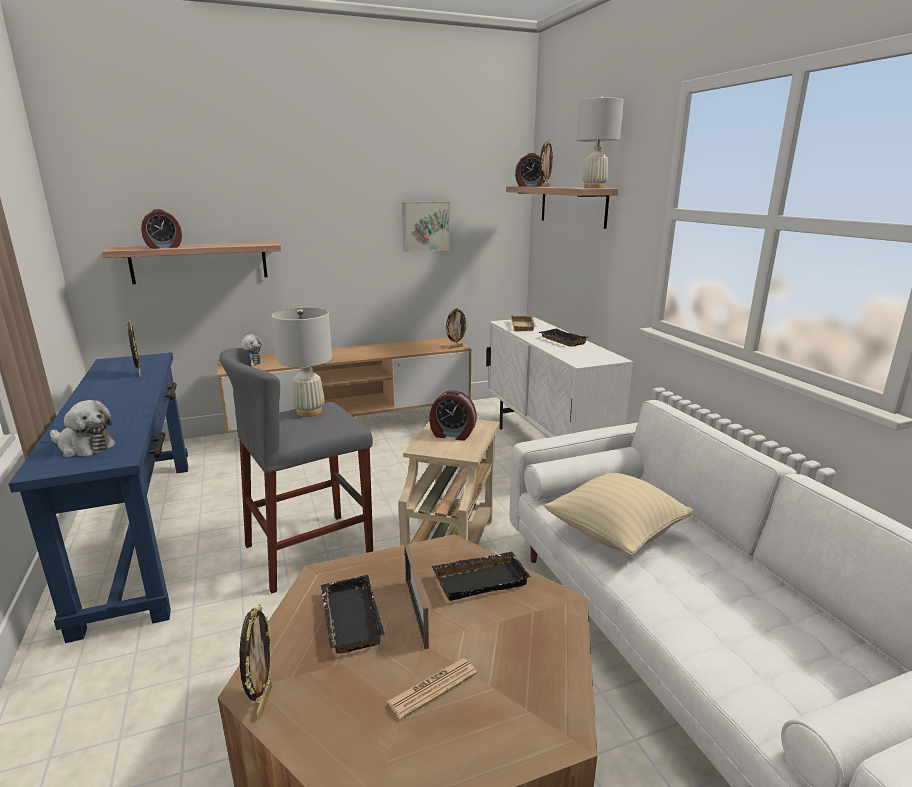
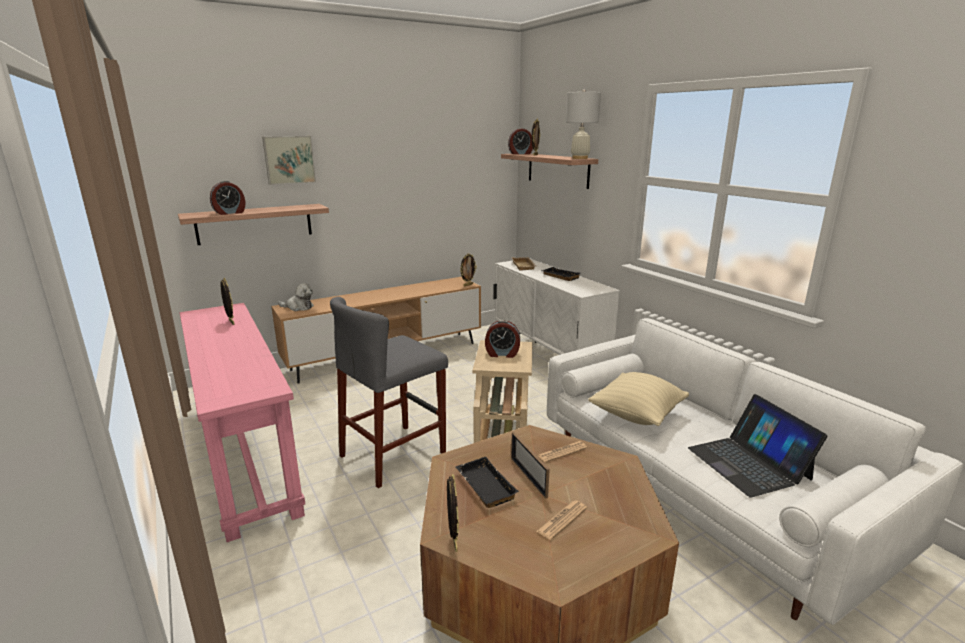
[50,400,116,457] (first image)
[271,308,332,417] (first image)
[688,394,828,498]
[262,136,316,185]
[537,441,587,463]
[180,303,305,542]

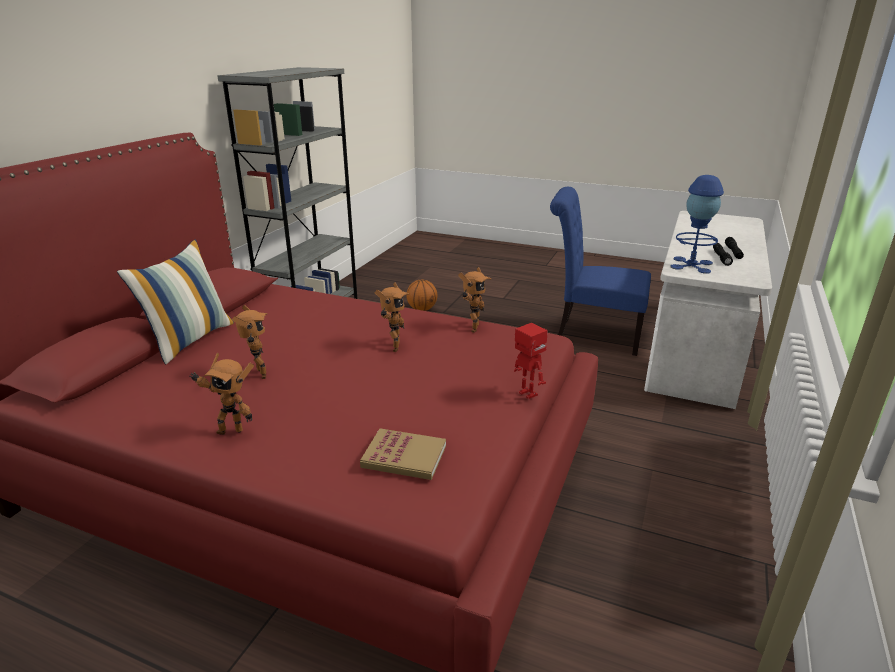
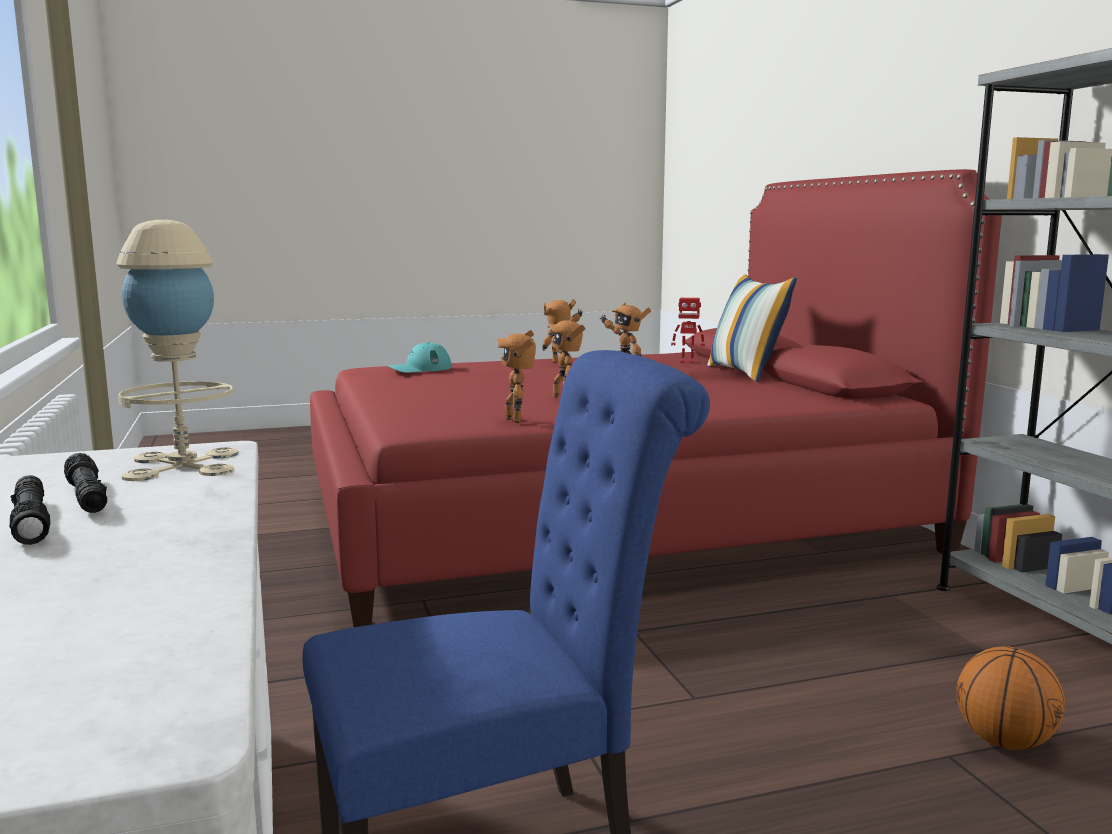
[671,298,705,364]
[388,342,451,373]
[116,220,239,481]

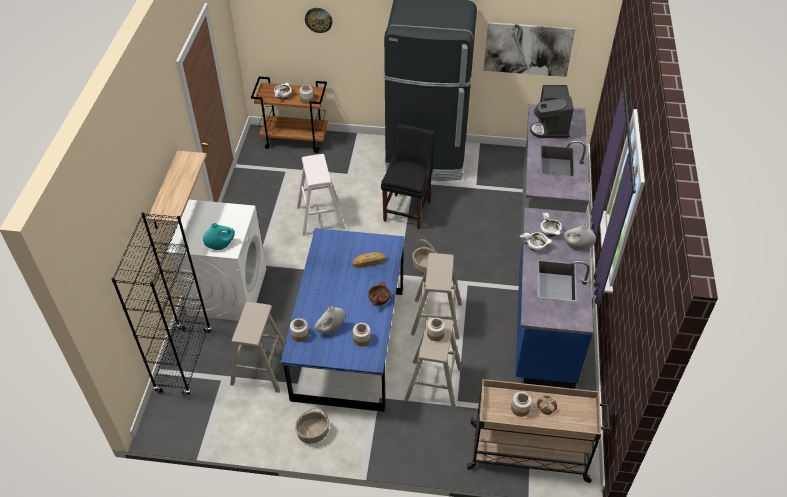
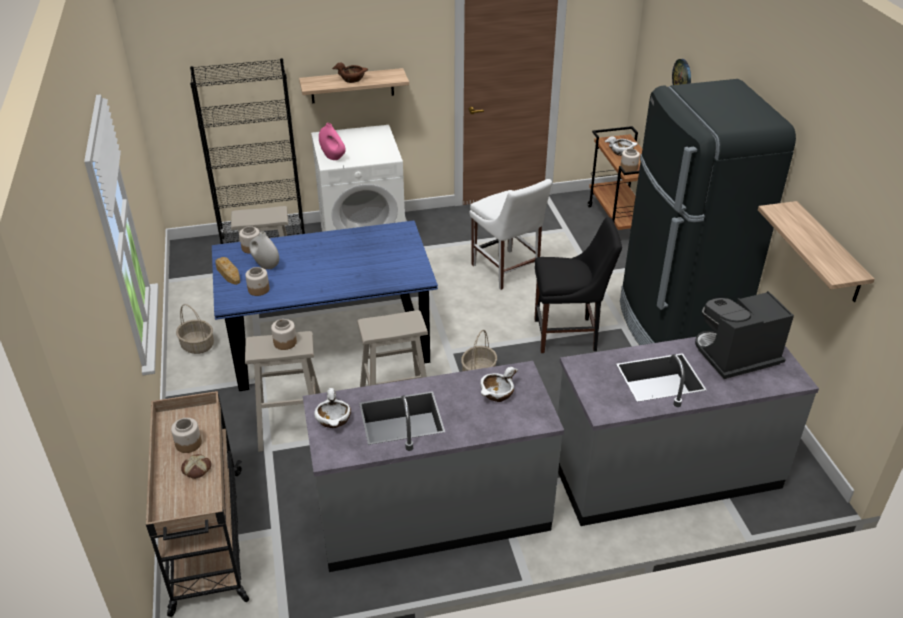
[563,224,596,251] (first image)
[215,257,240,285]
[332,63,368,83]
[314,388,351,428]
[469,179,552,290]
[758,201,875,302]
[319,123,346,160]
[303,361,564,572]

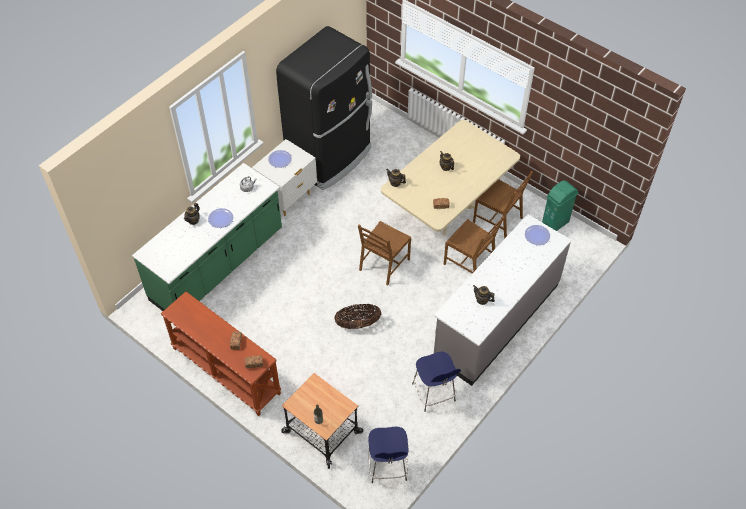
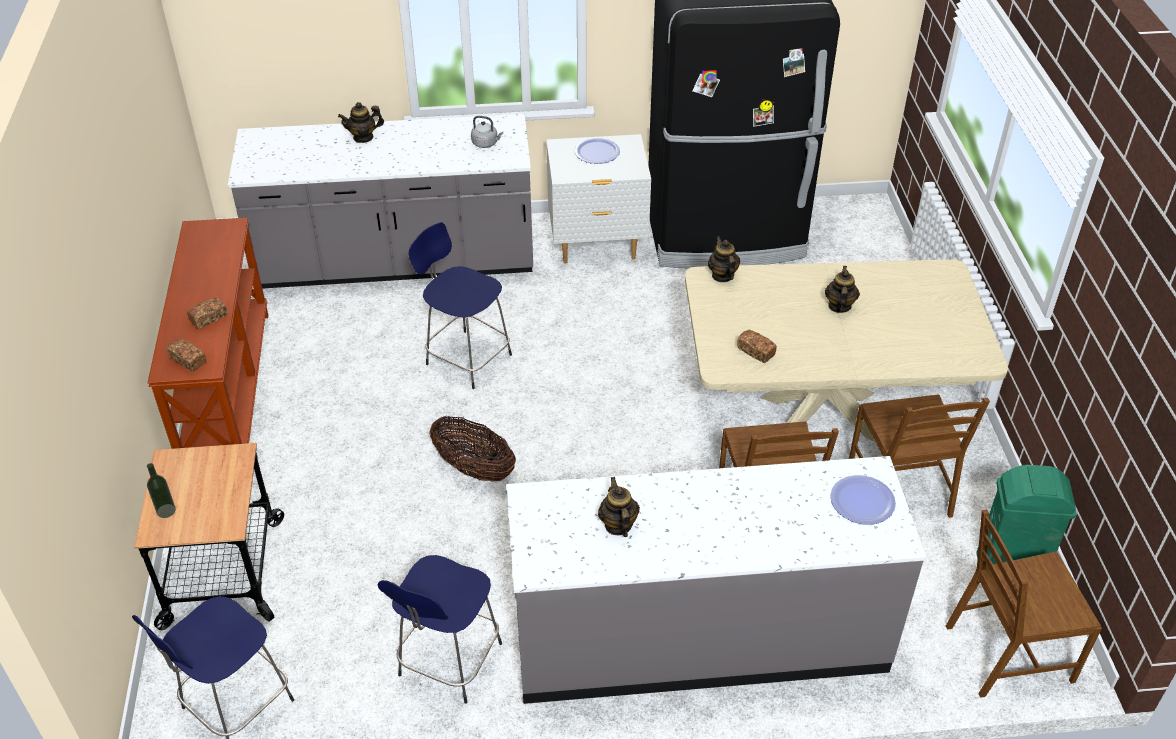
[208,208,233,228] (first image)
[409,222,512,389]
[946,509,1102,698]
[228,114,533,289]

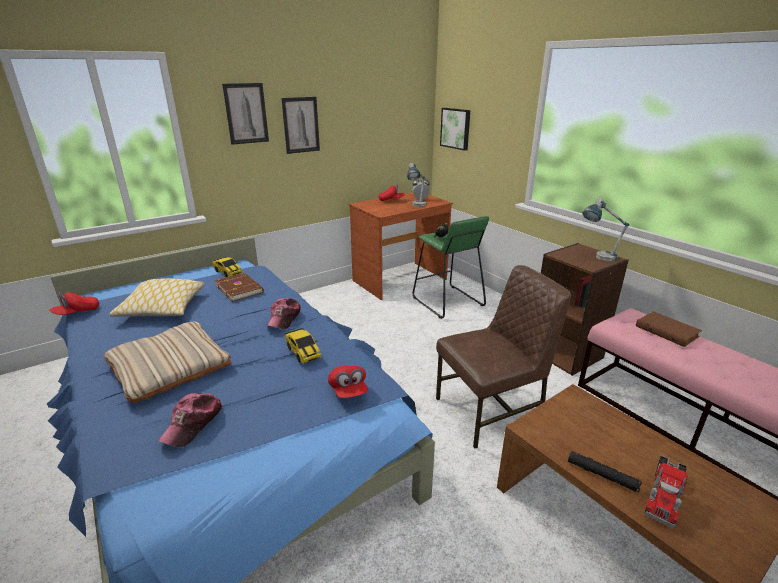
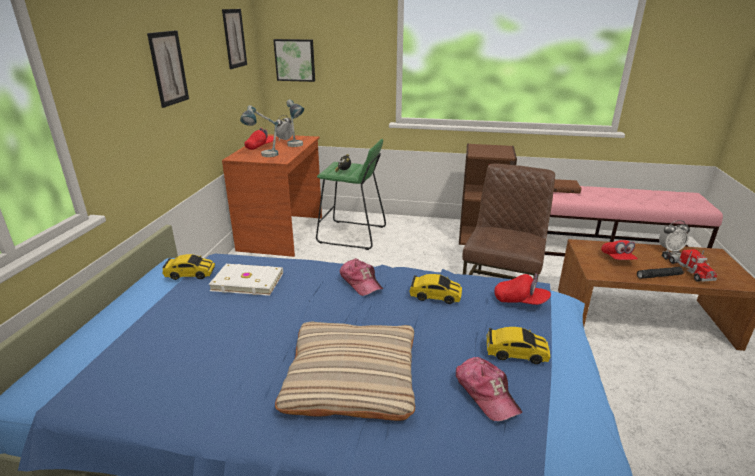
[109,278,205,317] (first image)
[487,327,550,364]
[659,220,690,251]
[601,240,638,260]
[222,9,247,69]
[240,105,278,157]
[209,264,283,296]

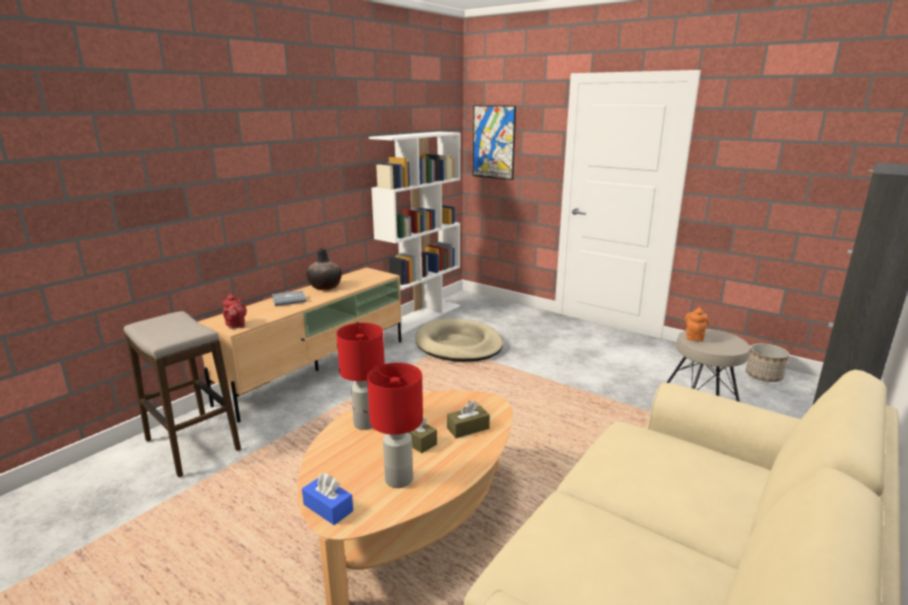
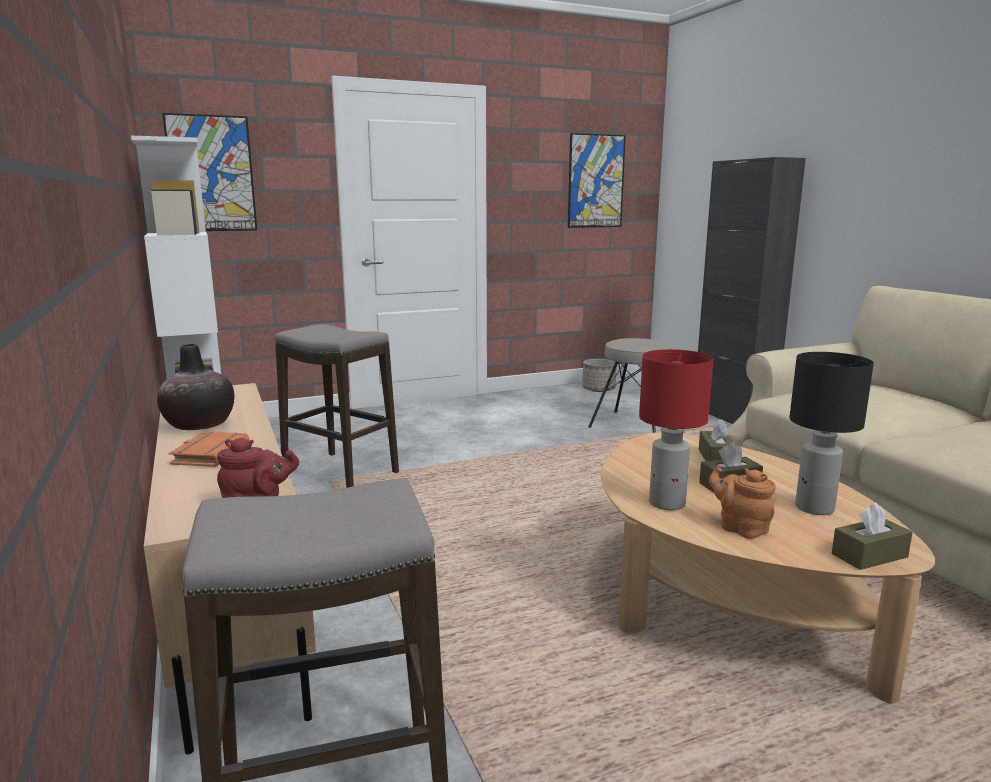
[568,133,626,228]
[709,467,776,539]
[275,324,399,488]
[168,431,250,467]
[832,503,913,570]
[790,352,874,515]

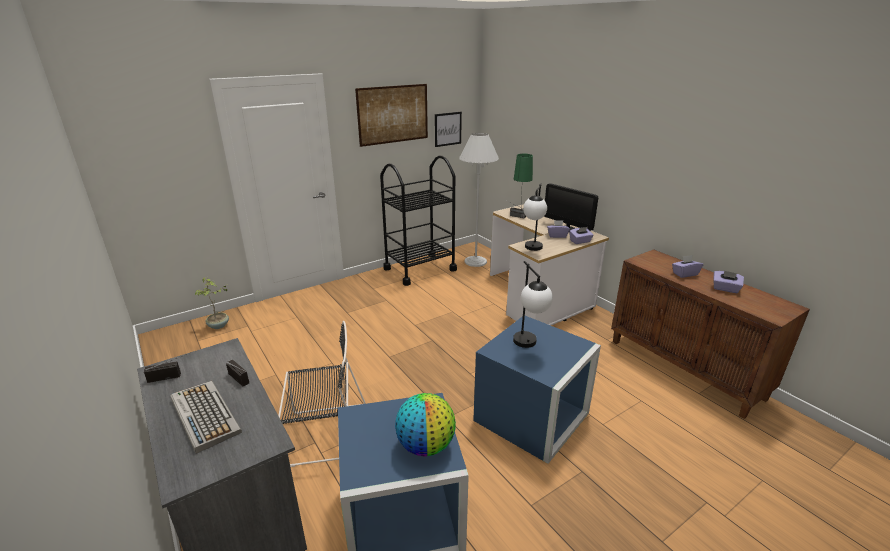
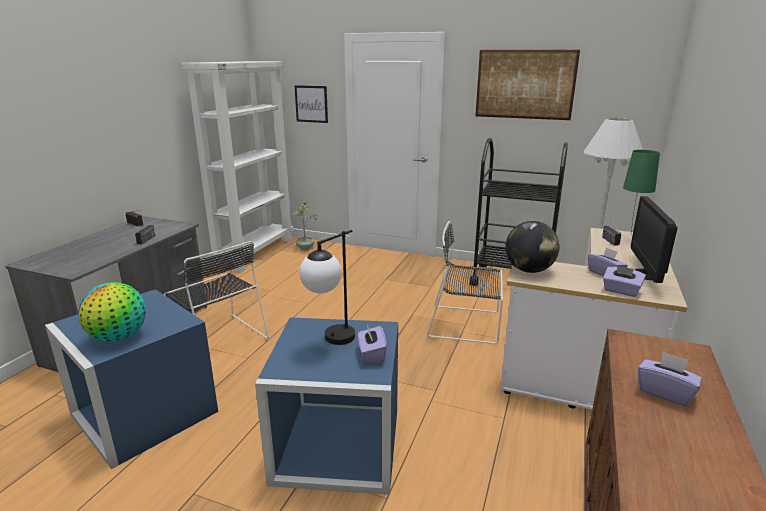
[170,381,242,454] (first image)
[180,61,294,272]
[427,221,503,345]
[294,85,328,123]
[358,324,387,364]
[505,221,559,273]

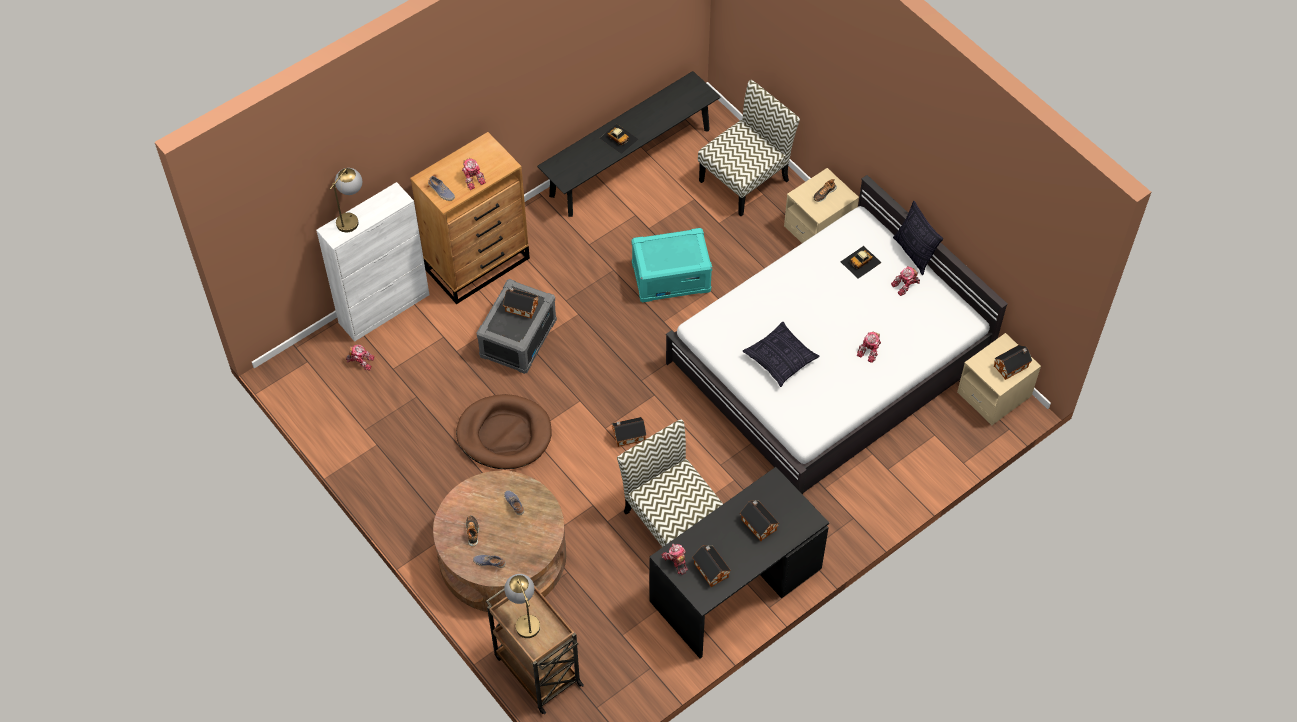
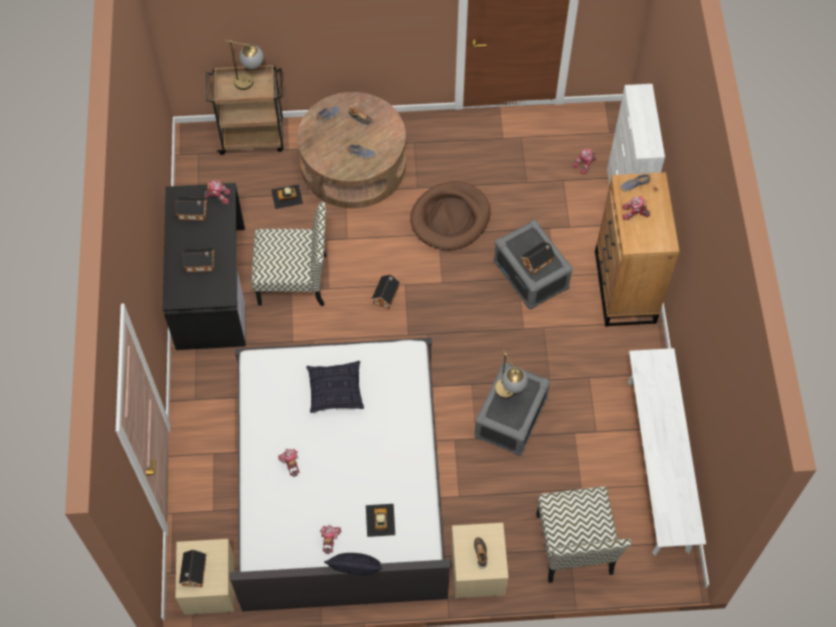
[495,349,528,399]
[271,184,303,209]
[628,348,706,556]
[474,362,550,456]

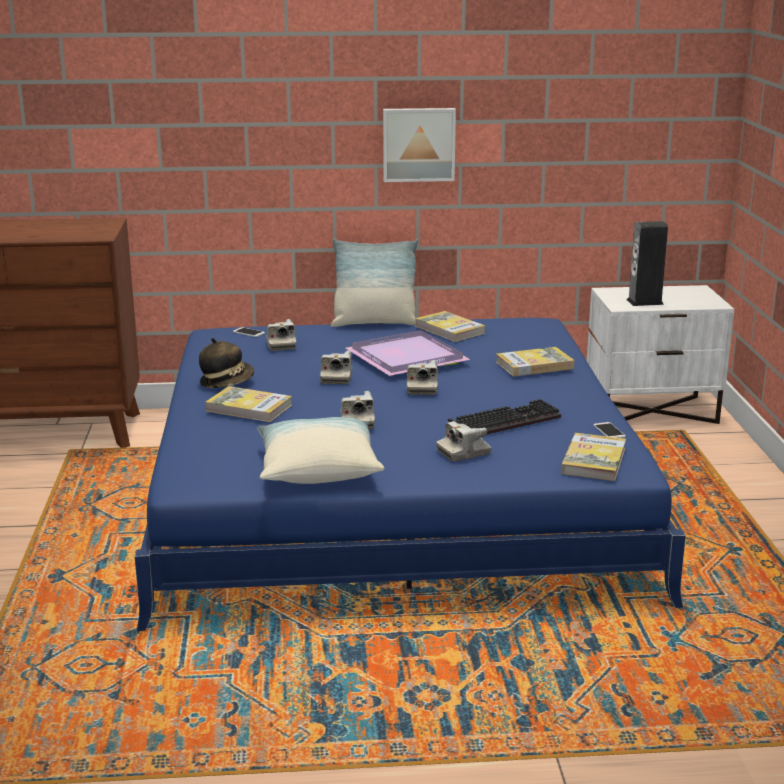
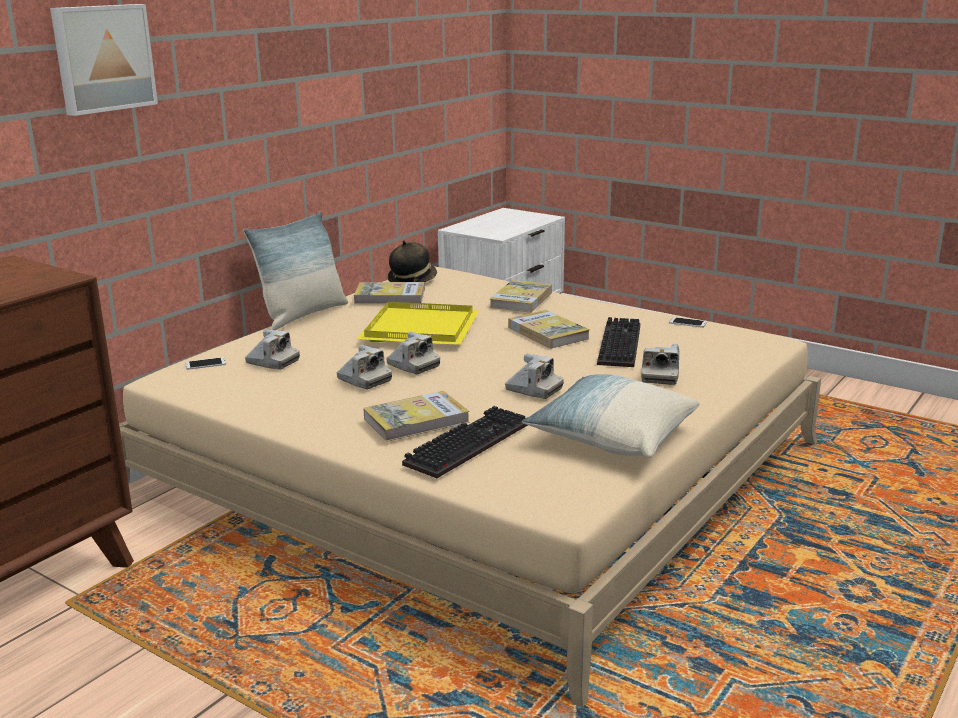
[627,221,668,306] (first image)
[402,406,528,478]
[388,241,437,283]
[50,4,158,116]
[336,345,392,390]
[508,310,590,349]
[119,266,821,708]
[357,302,479,345]

